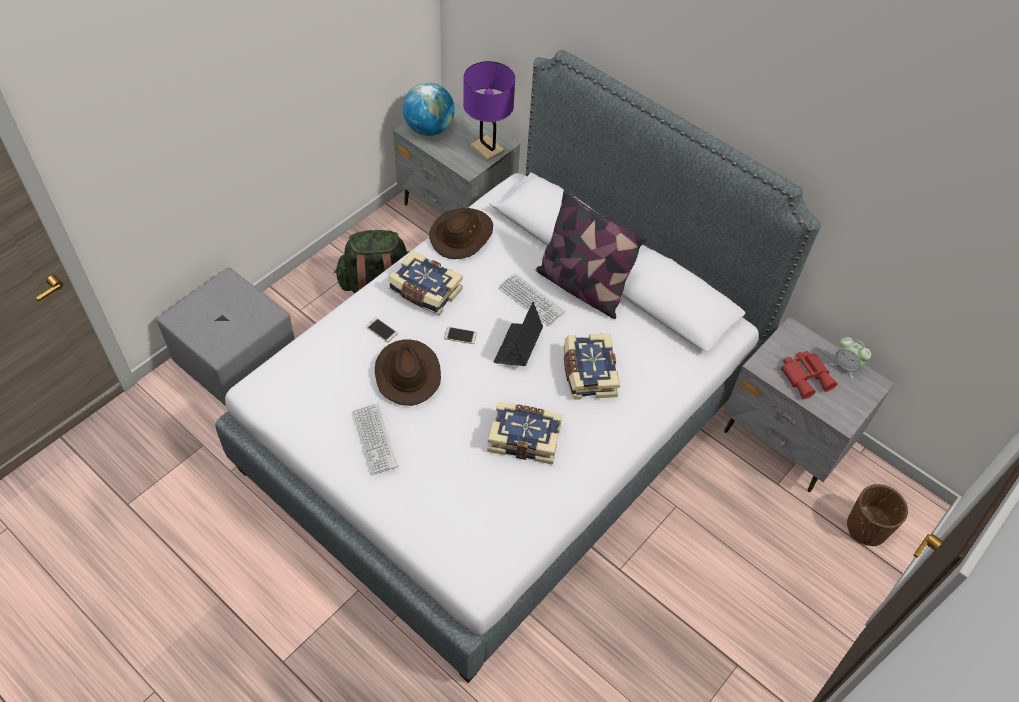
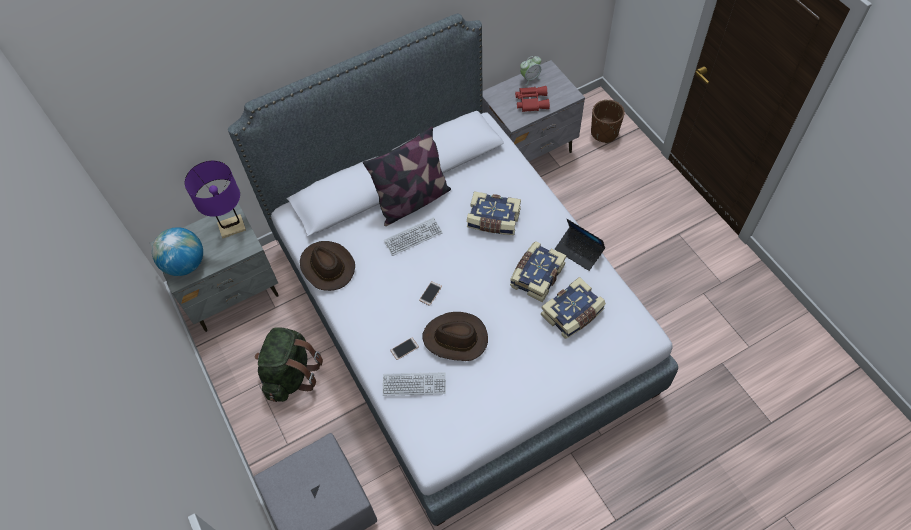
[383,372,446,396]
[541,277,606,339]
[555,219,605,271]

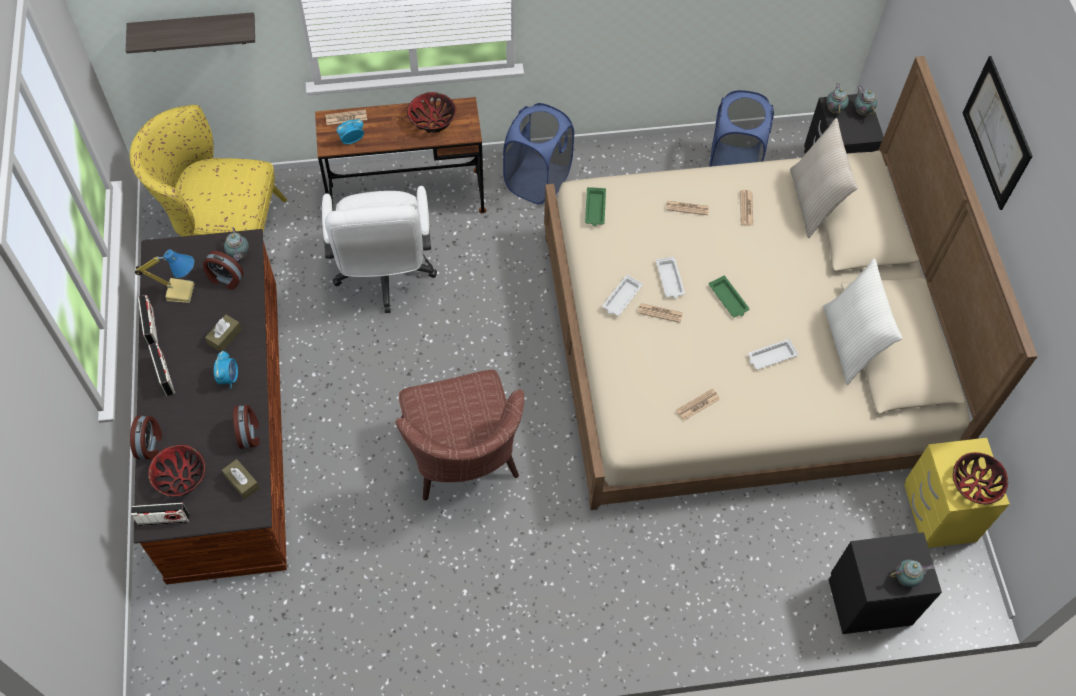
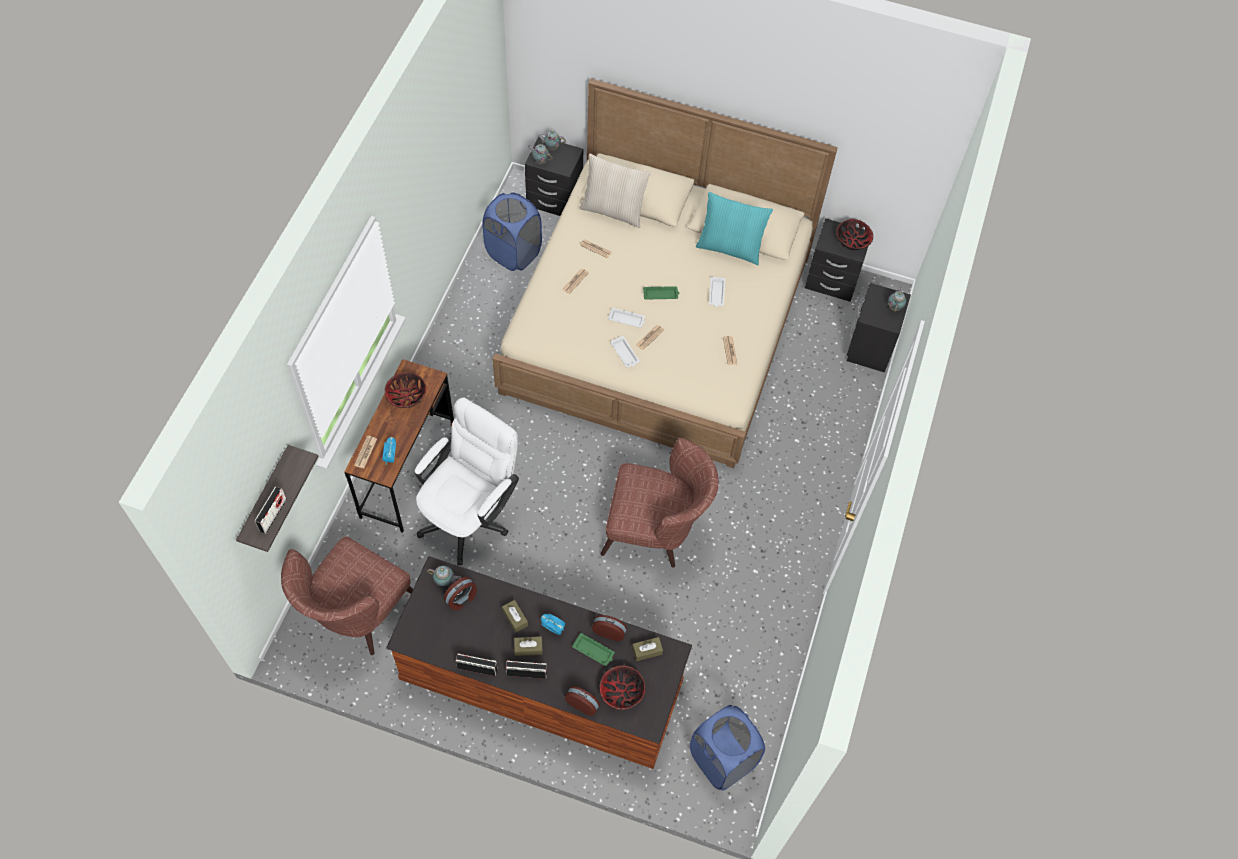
[135,249,195,303] (first image)
[963,56,1032,210] (first image)
[514,636,543,656]
[254,486,287,533]
[690,705,765,791]
[572,633,615,666]
[281,537,413,655]
[696,192,773,265]
[805,218,868,302]
[415,397,519,565]

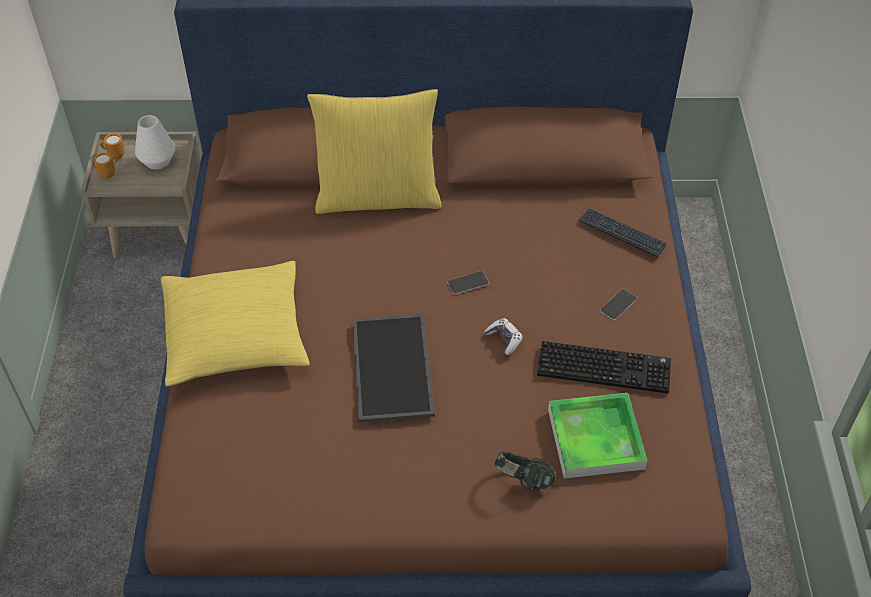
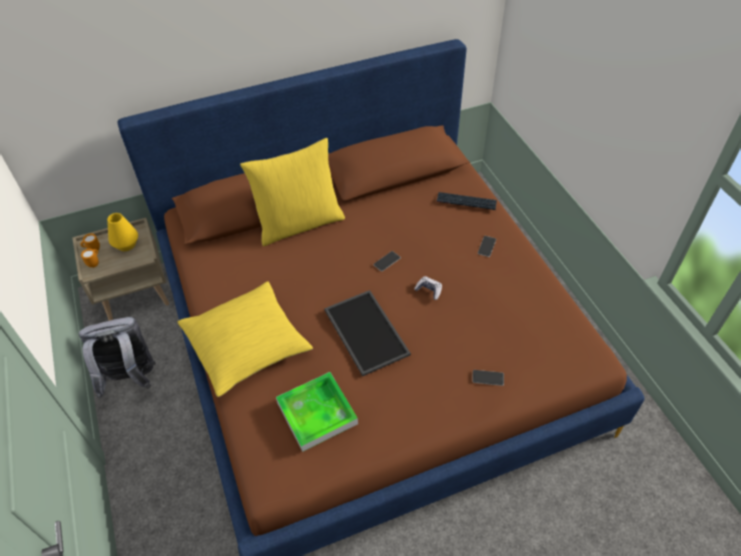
[537,341,671,393] (first image)
[79,317,156,398]
[276,372,358,452]
[472,370,504,386]
[107,213,138,251]

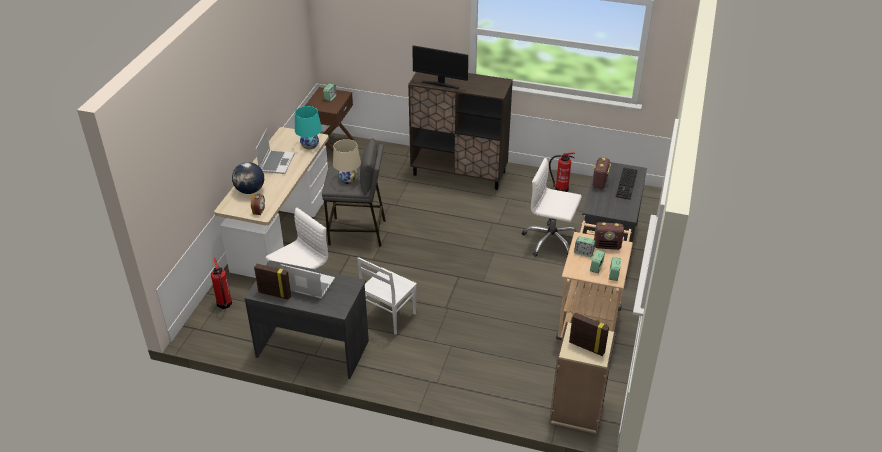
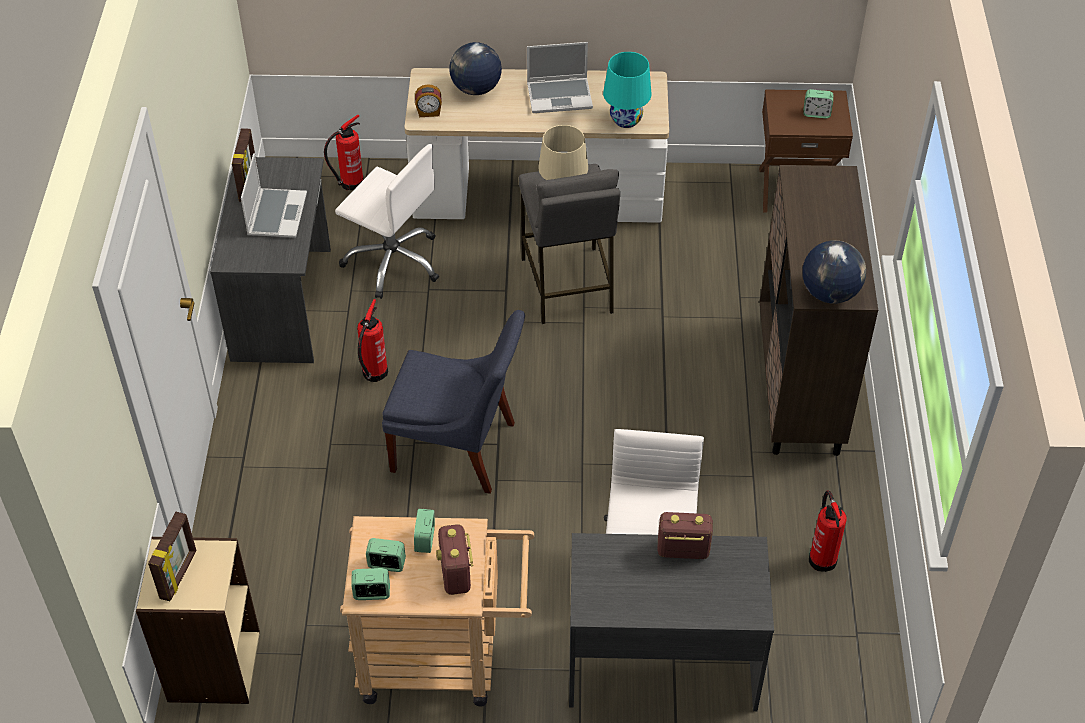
[412,45,468,89] (first image)
[616,167,637,200] (first image)
[382,310,525,494]
[802,240,866,304]
[357,299,388,382]

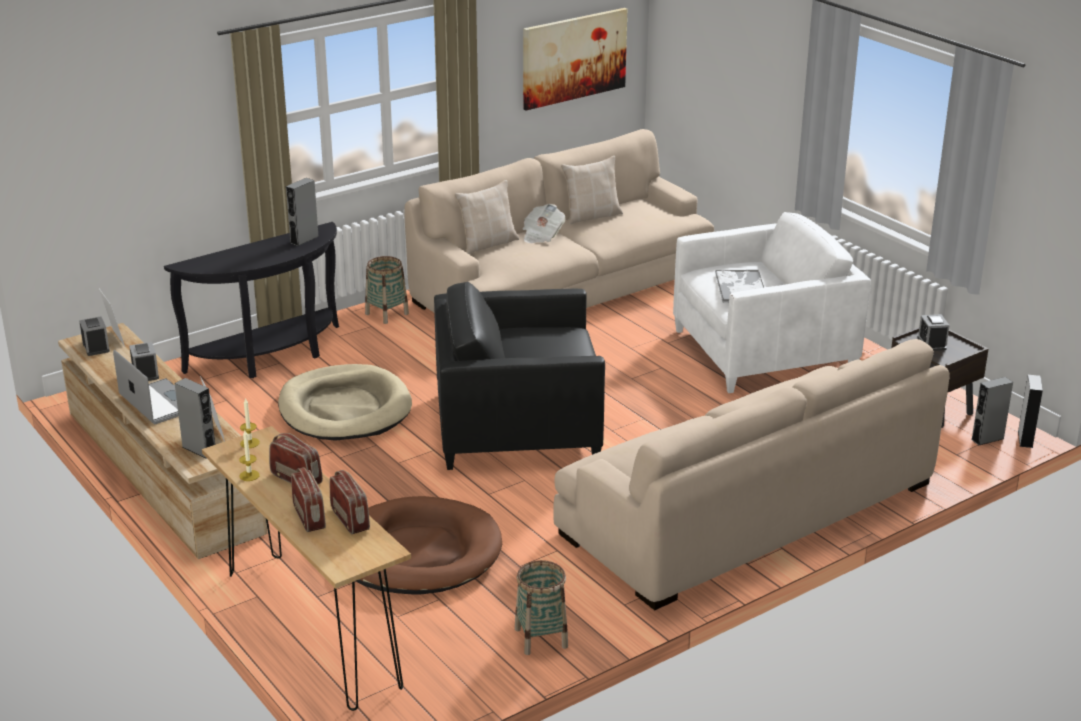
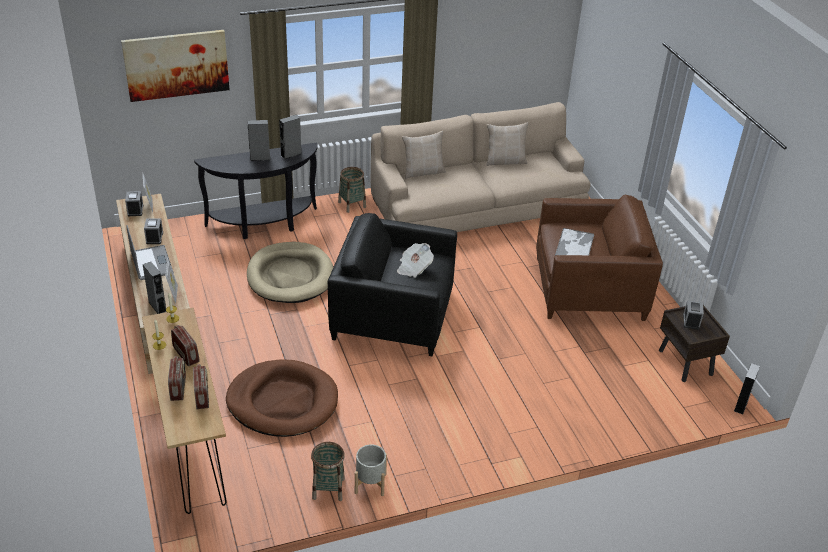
[554,339,950,610] (first image)
[355,444,387,496]
[121,30,230,102]
[397,243,434,278]
[248,120,270,161]
[536,195,663,321]

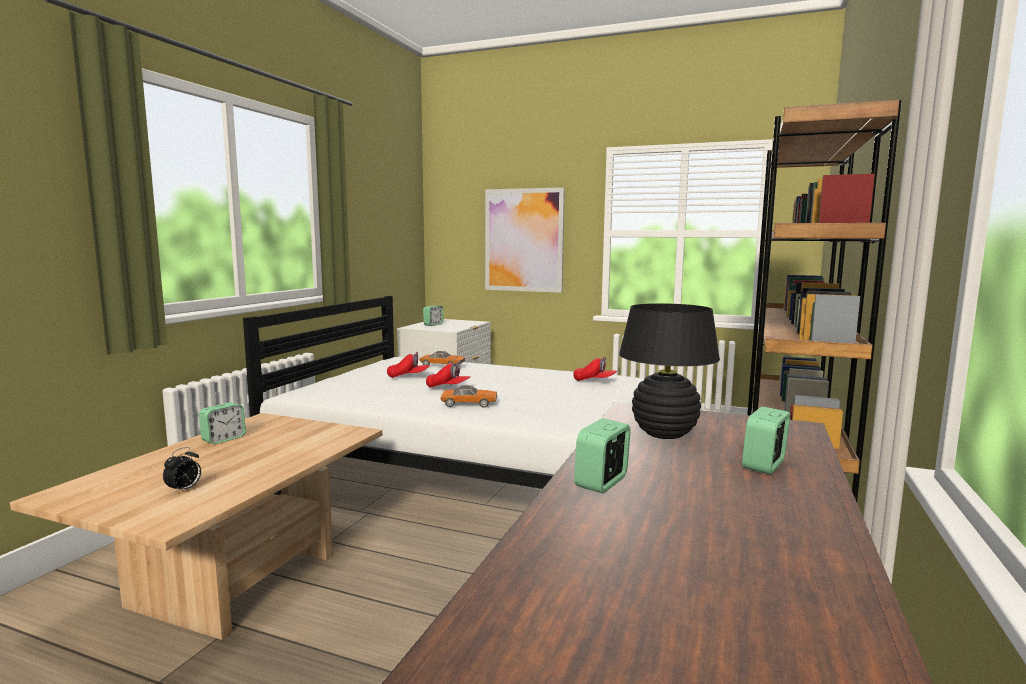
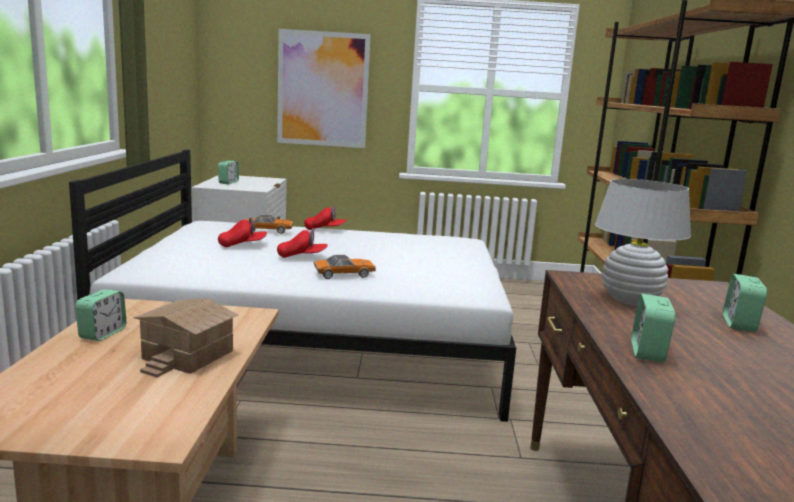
[163,447,201,494] (first image)
[133,298,238,377]
[304,206,347,230]
[595,179,691,306]

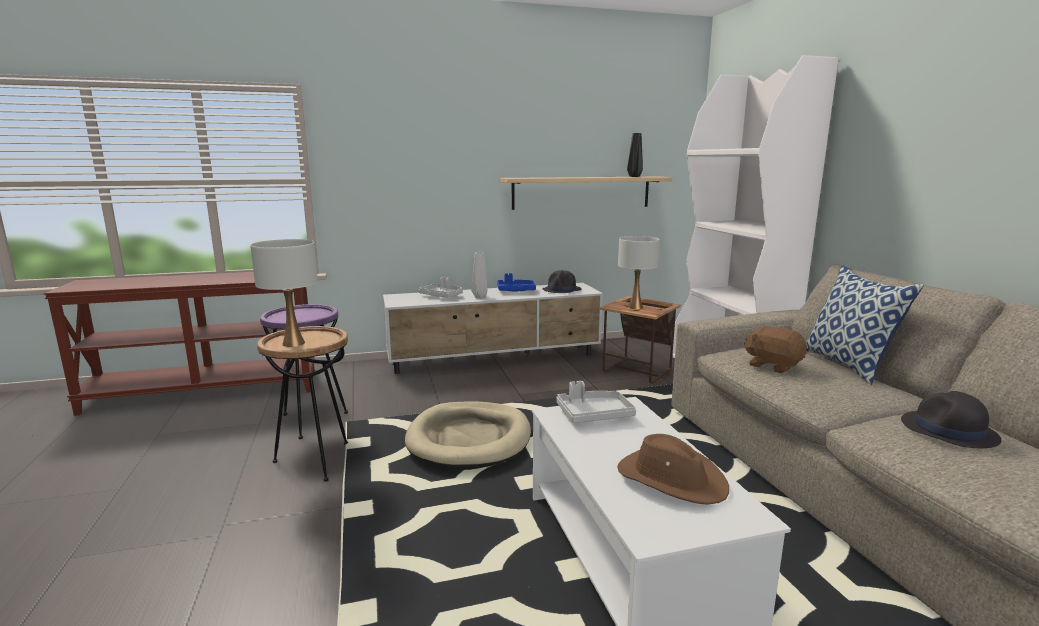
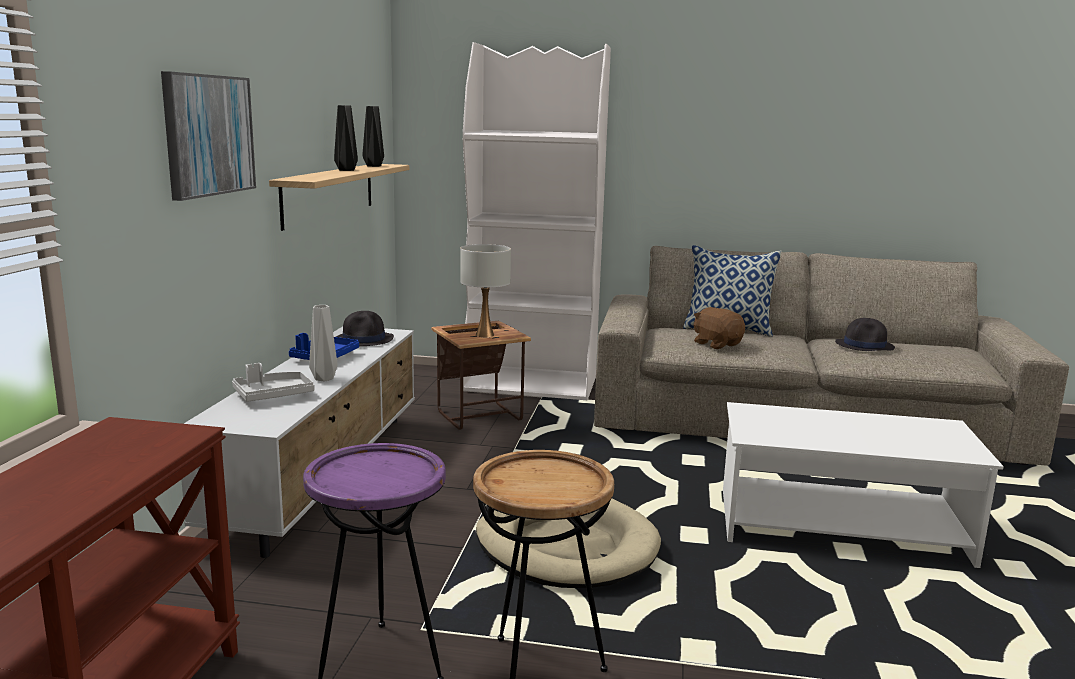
[250,239,318,347] (first image)
[556,381,636,423] (first image)
[617,434,729,505] (first image)
[161,71,256,201]
[334,105,358,171]
[693,307,745,349]

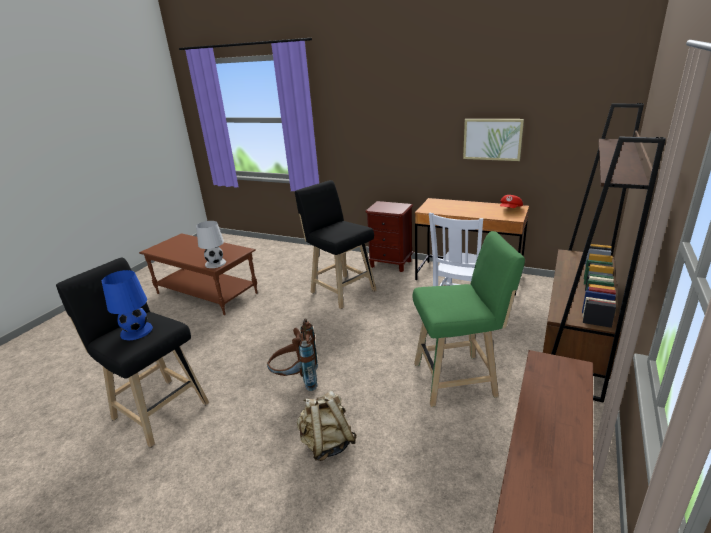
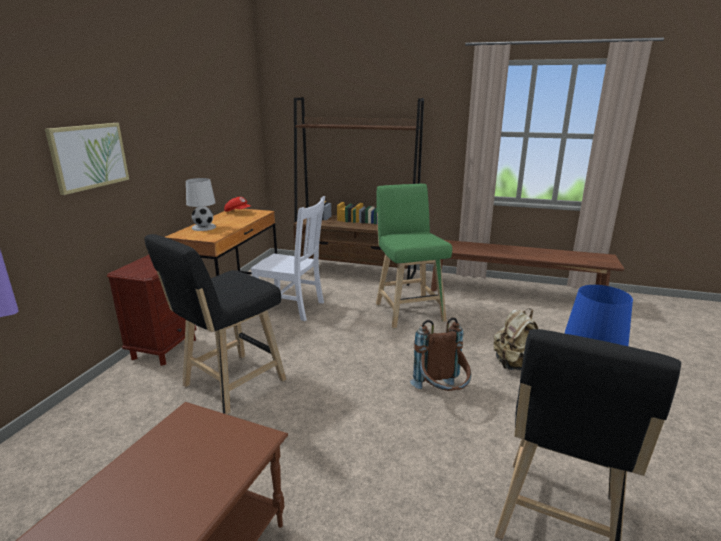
[186,178,216,231]
[45,123,129,195]

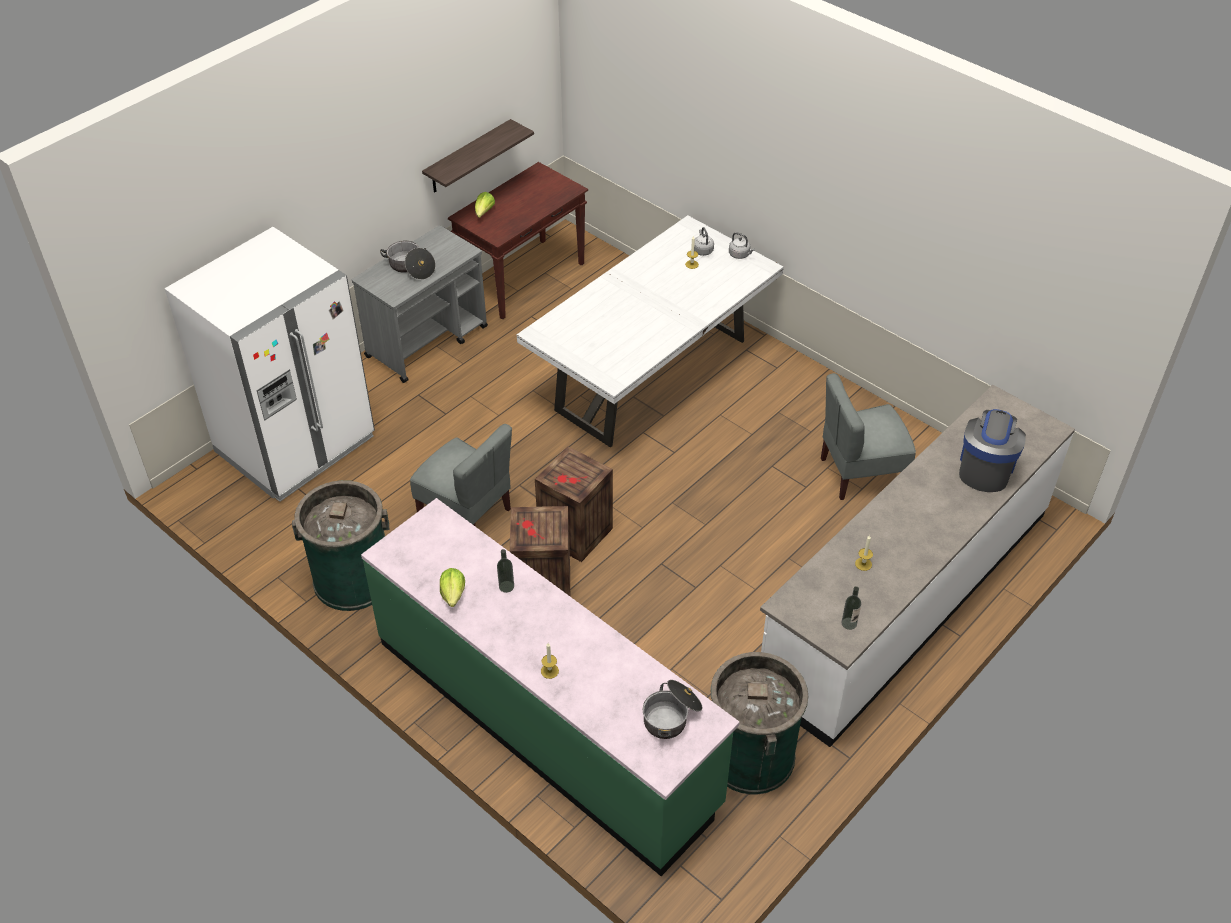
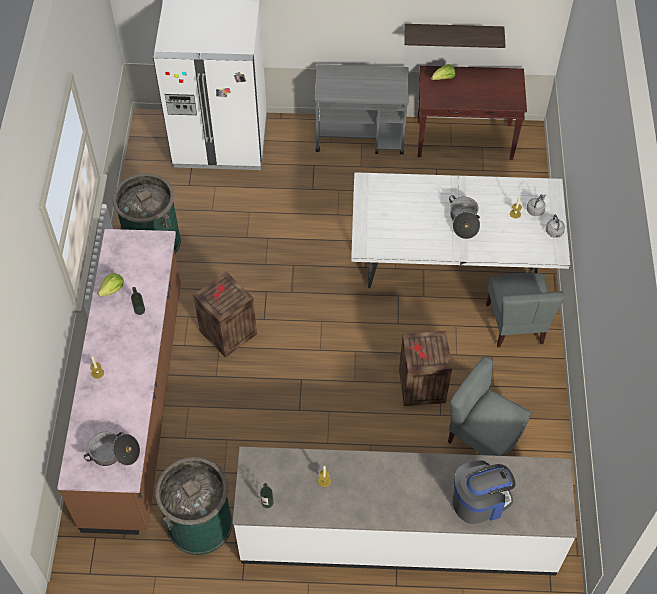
[449,195,480,239]
[486,273,565,347]
[399,331,452,406]
[57,229,181,535]

